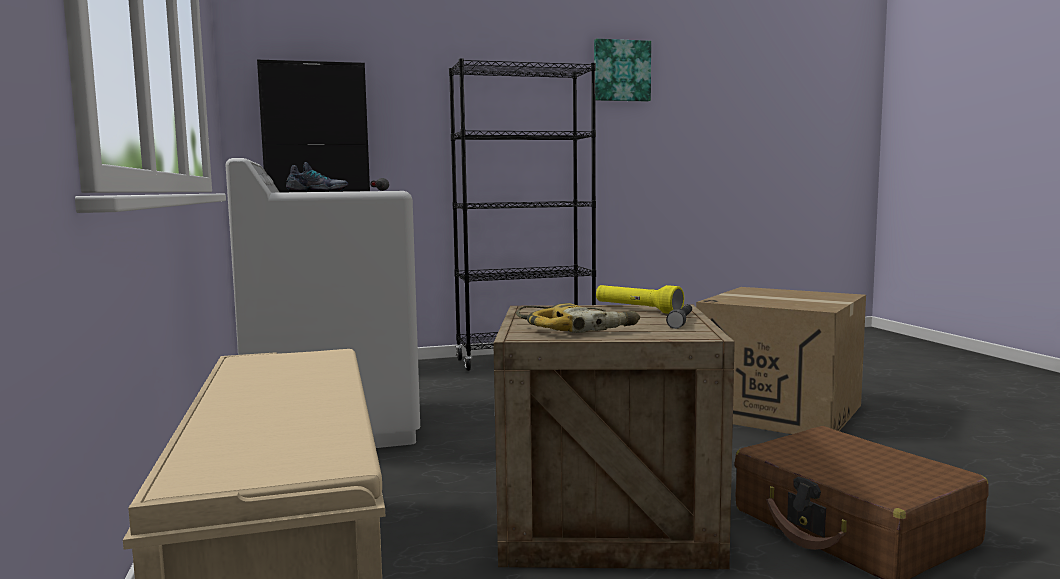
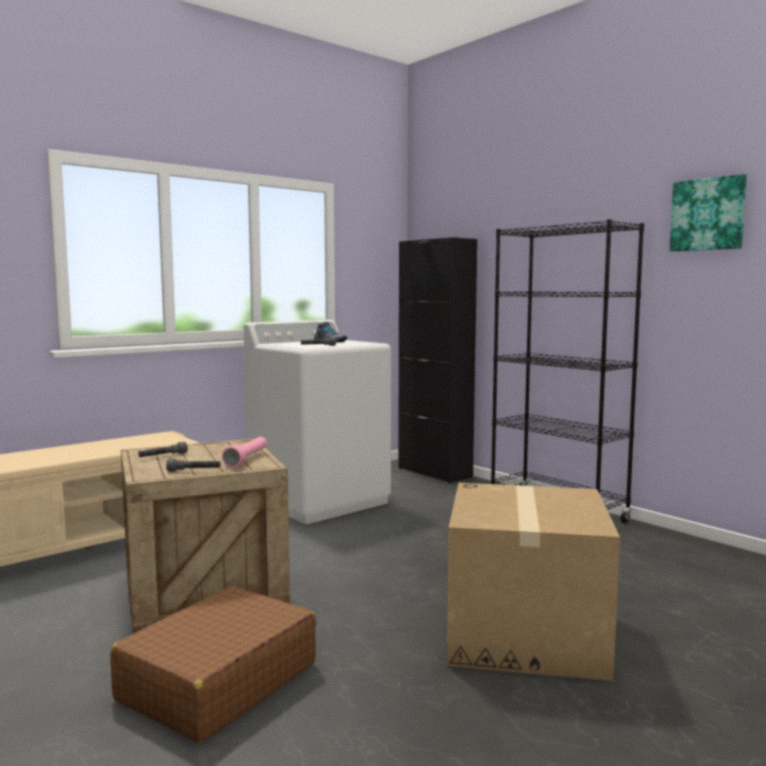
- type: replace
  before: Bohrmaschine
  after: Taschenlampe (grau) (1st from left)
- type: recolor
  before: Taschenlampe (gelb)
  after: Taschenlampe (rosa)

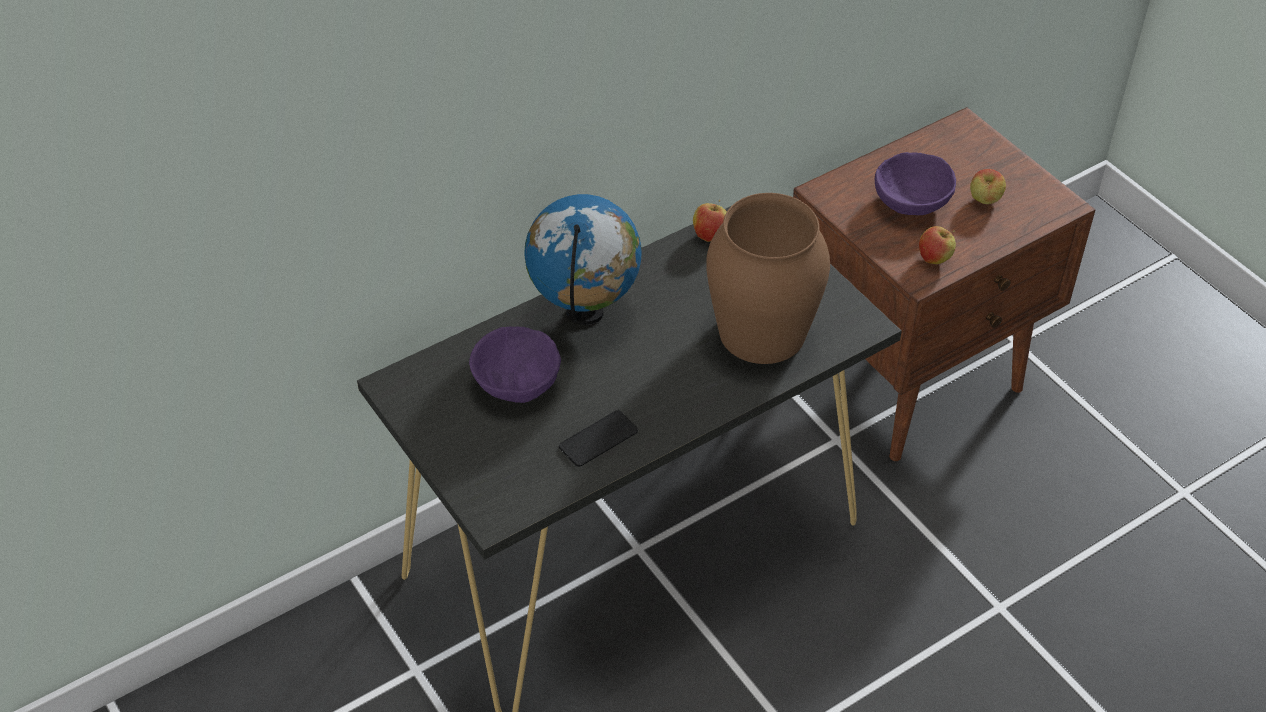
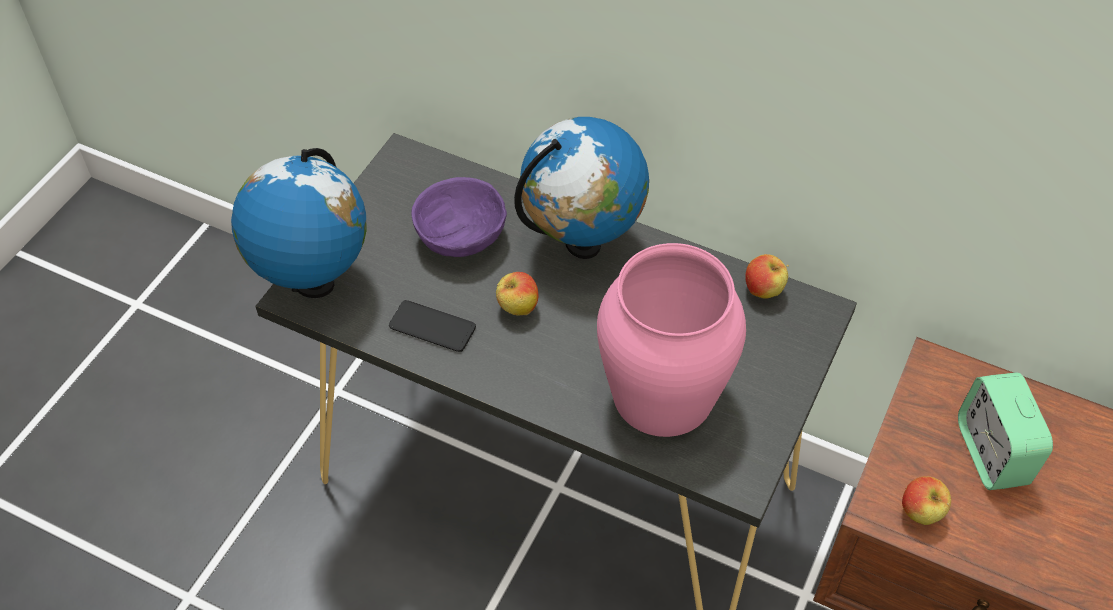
- type: recolor
  before: Vase (braun)
  after: Vase (rosa)
- type: replace
  before: Schüssel (lila) (2nd from left)
  after: Wecker
- type: move
  before: Apfel (3rd from left in the first image)
  after: Apfel (1st from left)
- type: insert
  after: Globus (1st from left)

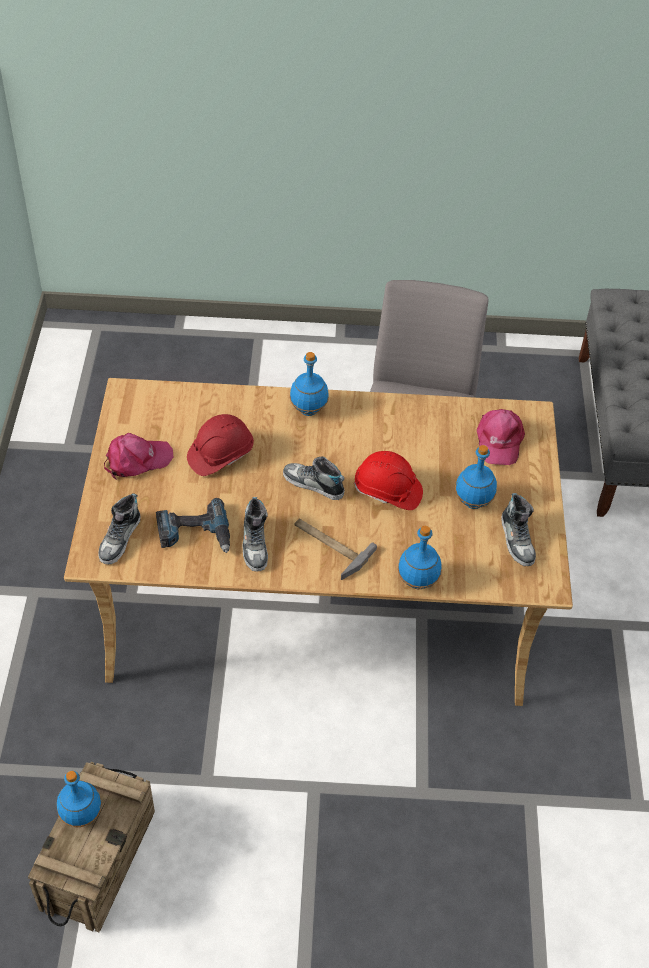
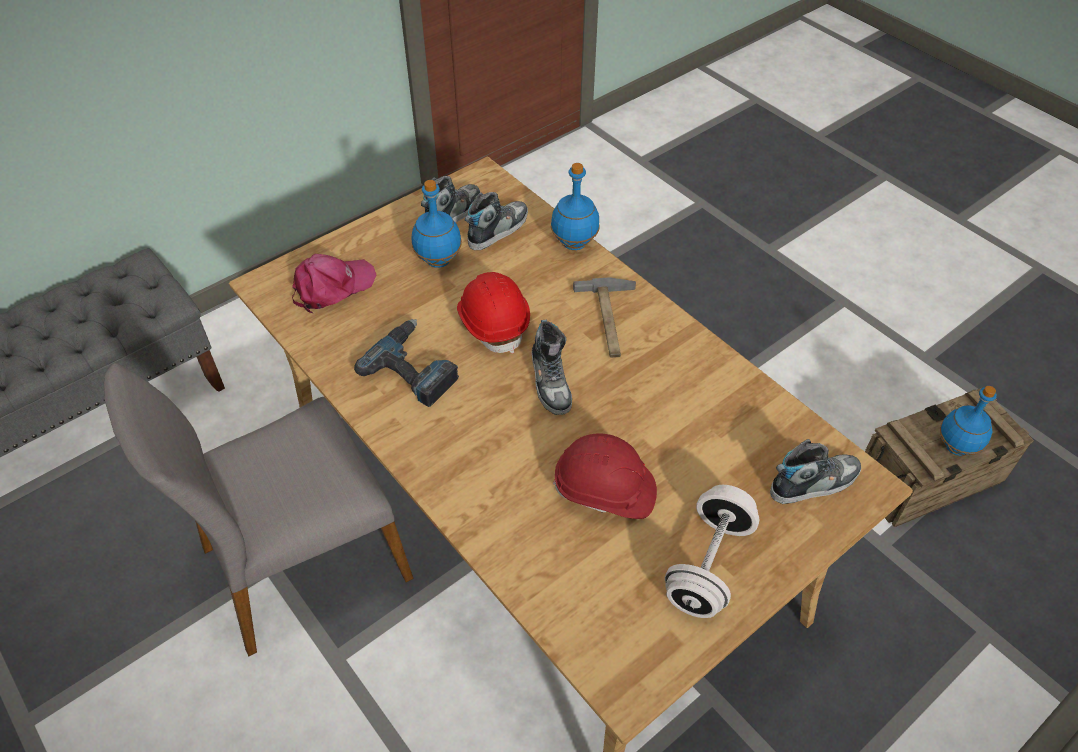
- type: replace
  before: Kappe (rosa) (1st from left)
  after: Hantel (weiß)
- type: move
  before: Bohrmaschine
- type: move
  before: Schuh (2nd from left)
- type: delete
  before: Flasche (blau) (2nd from left)

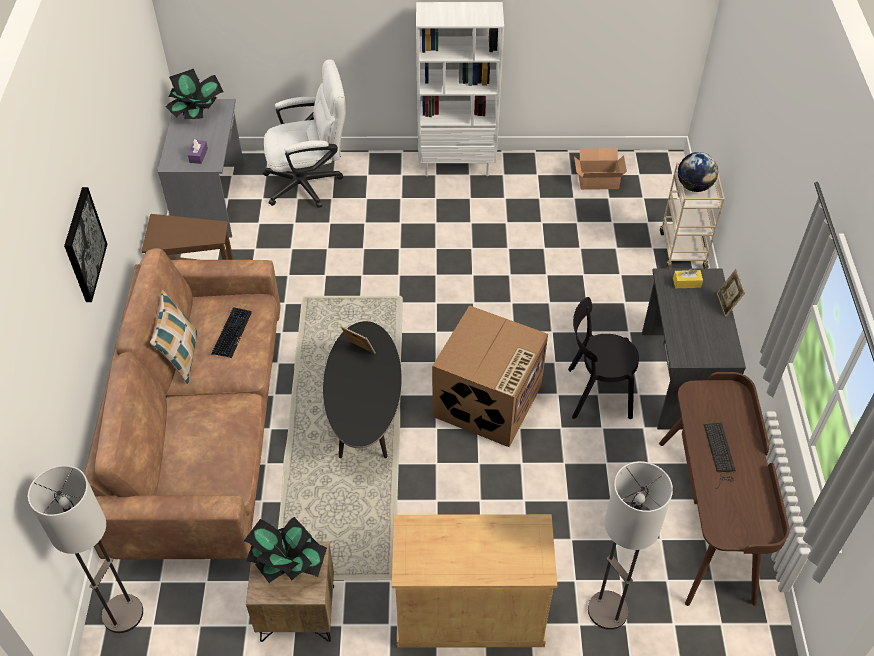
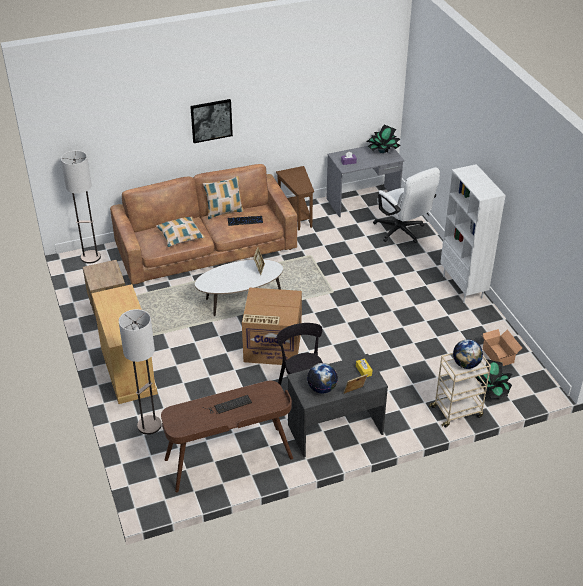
- type: move
  before: Topfpflanze (2nd from left)
- type: recolor
  before: Couchtisch (schwarz)
  after: Couchtisch (weiß)
- type: insert
  after: Kissen (1st from left)
- type: insert
  after: Globus (1st from left)

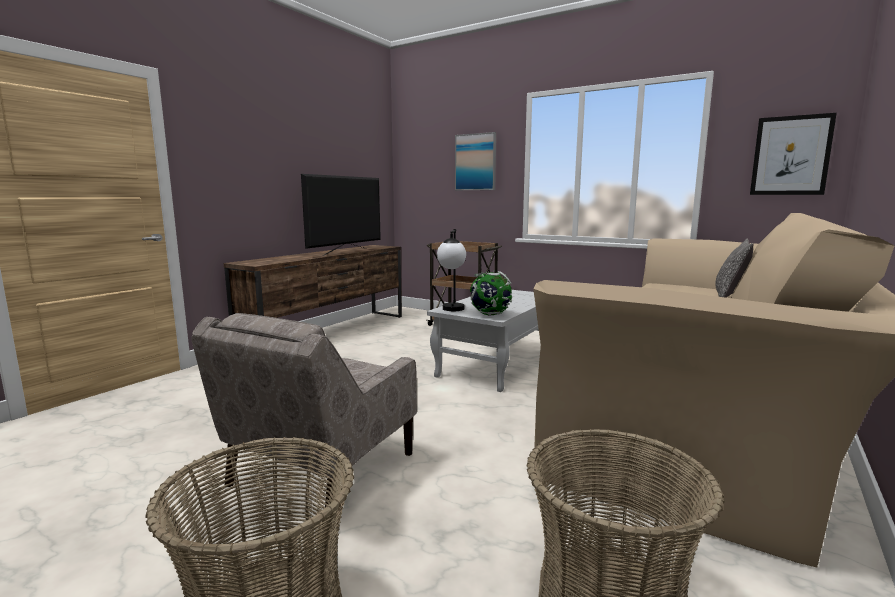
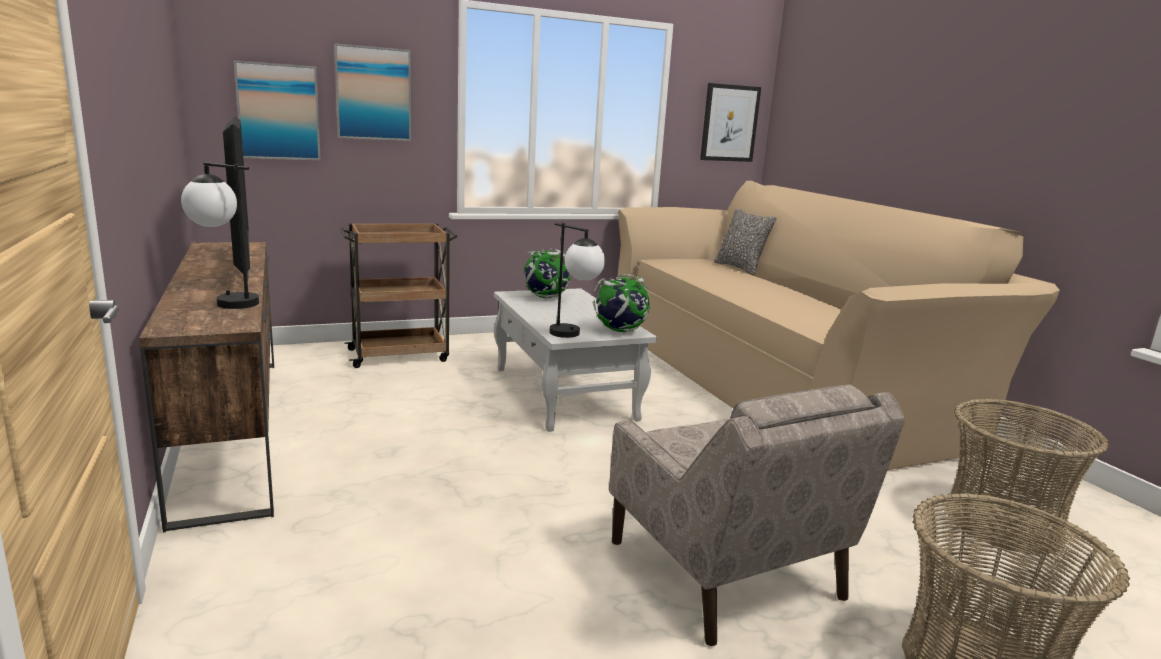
- type: insert
  after: Tischlampe (1st from left)
- type: insert
  after: Bild (1st from left)
- type: insert
  after: Globus (1st from left)

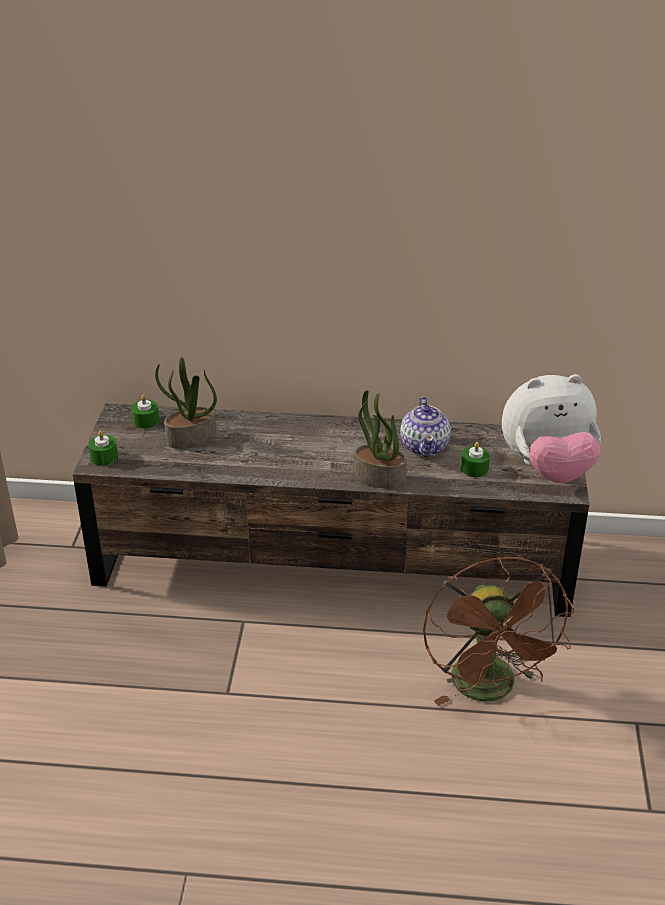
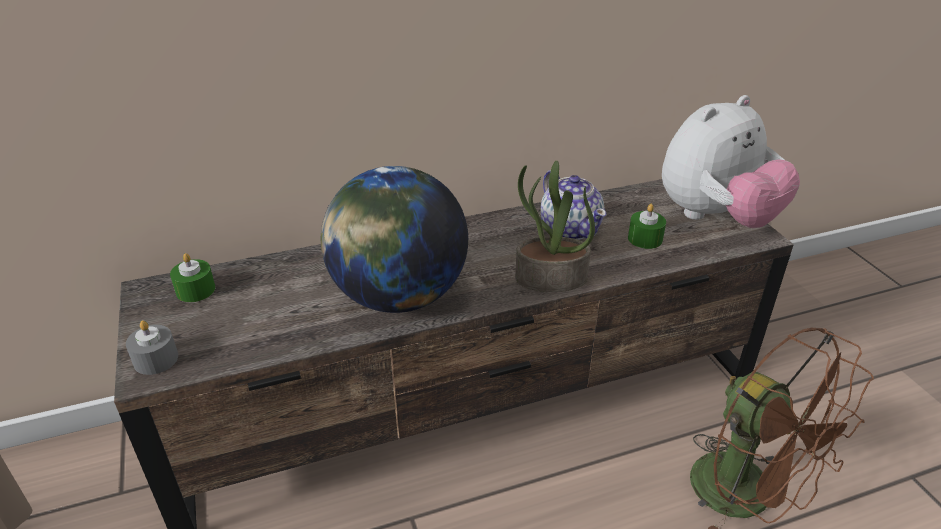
- type: recolor
  before: Kerze (grün) (1st from left)
  after: Kerze (grau)
- type: delete
  before: Topfpflanze (1st from left)
- type: insert
  after: Globus

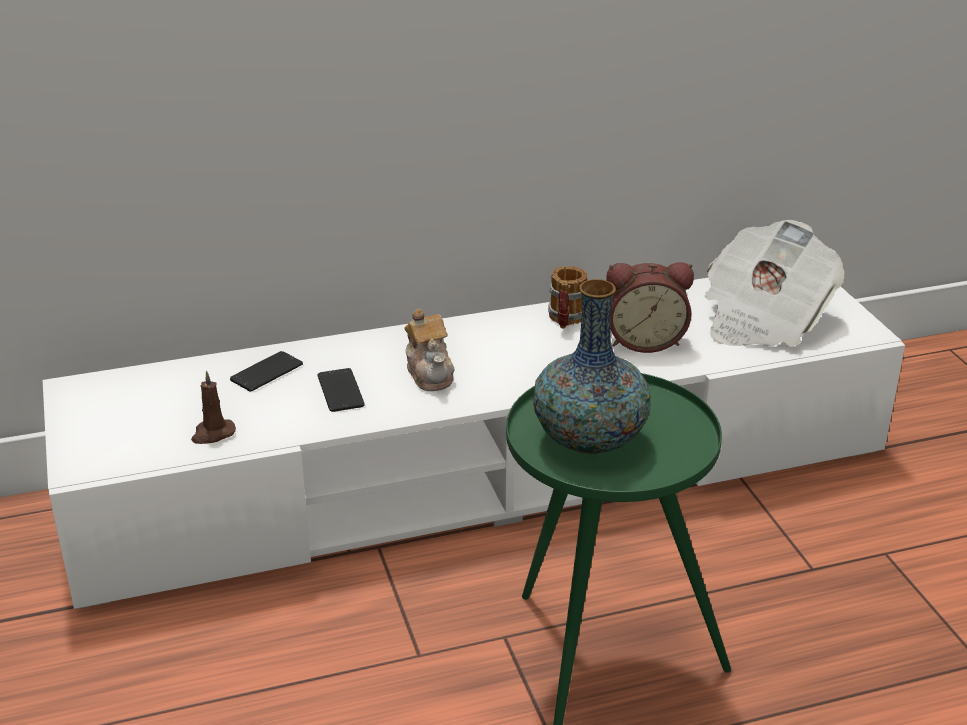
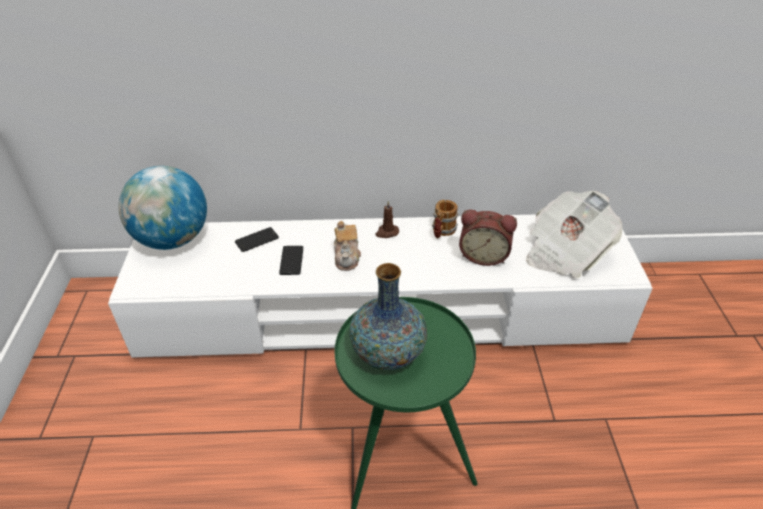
- type: move
  before: Kerze (braun)
- type: insert
  after: Globus

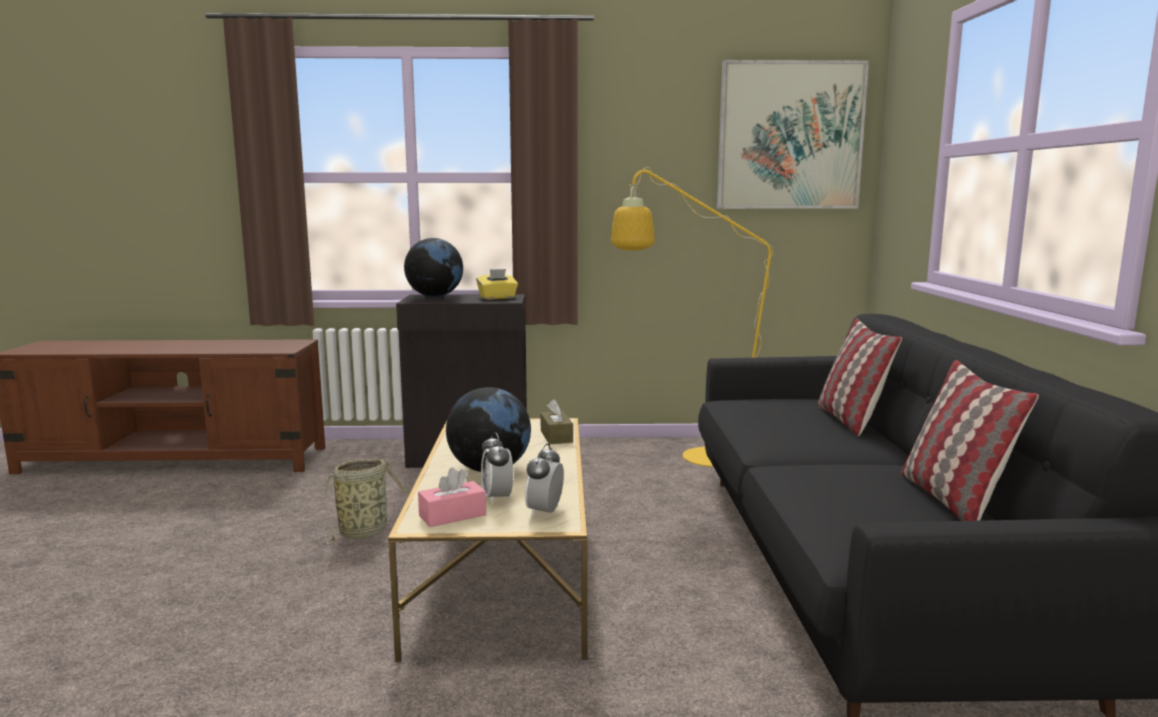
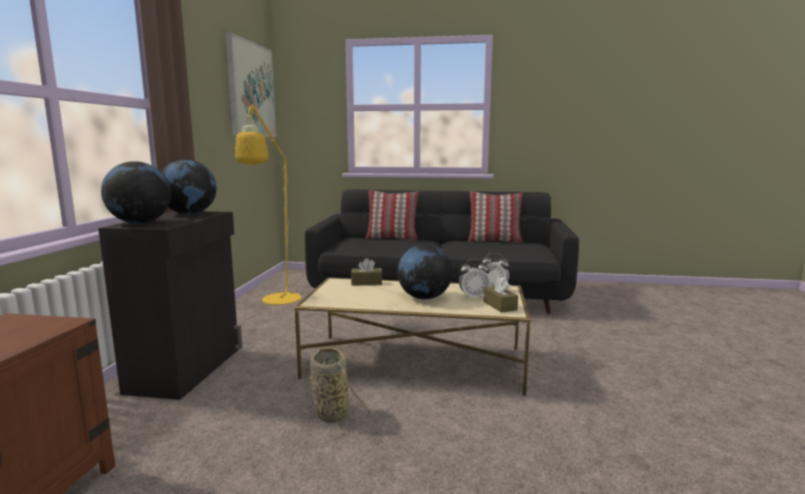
- type: recolor
  before: Taschentuchbox (rosa)
  after: Taschentuchbox (braun) (2nd from left)
- type: replace
  before: Taschentuchbox (gelb)
  after: Globus (2nd from left)

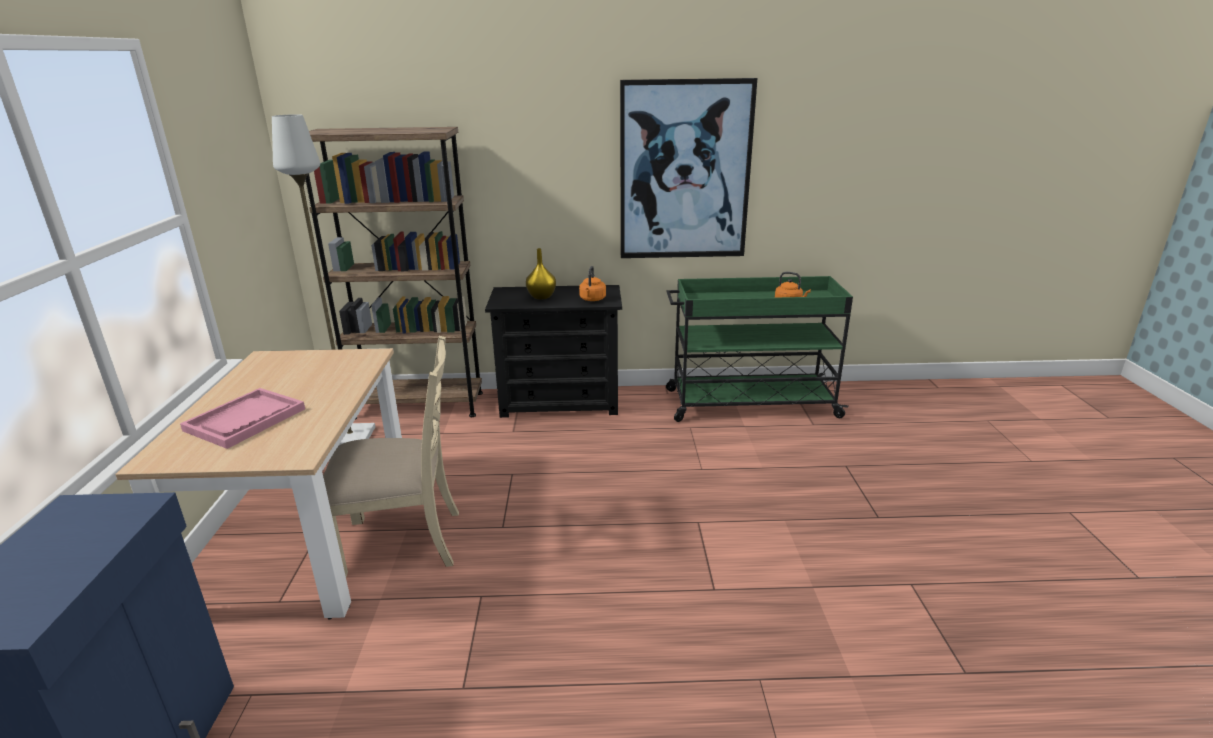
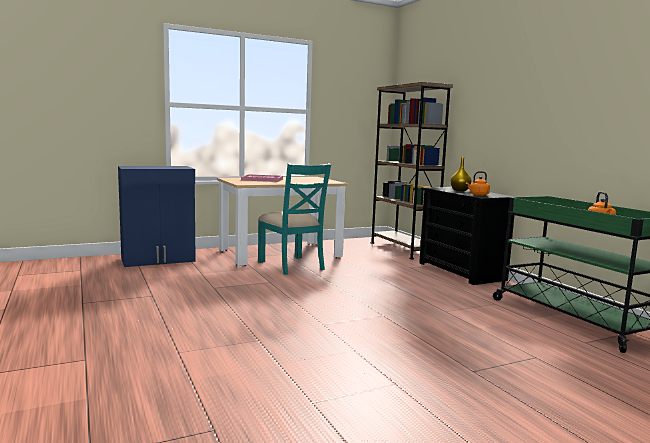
- type: delete
  before: Stehlampe (grau)
- type: recolor
  before: Stuhl (beige)
  after: Stuhl (türkis)
- type: delete
  before: Bild

